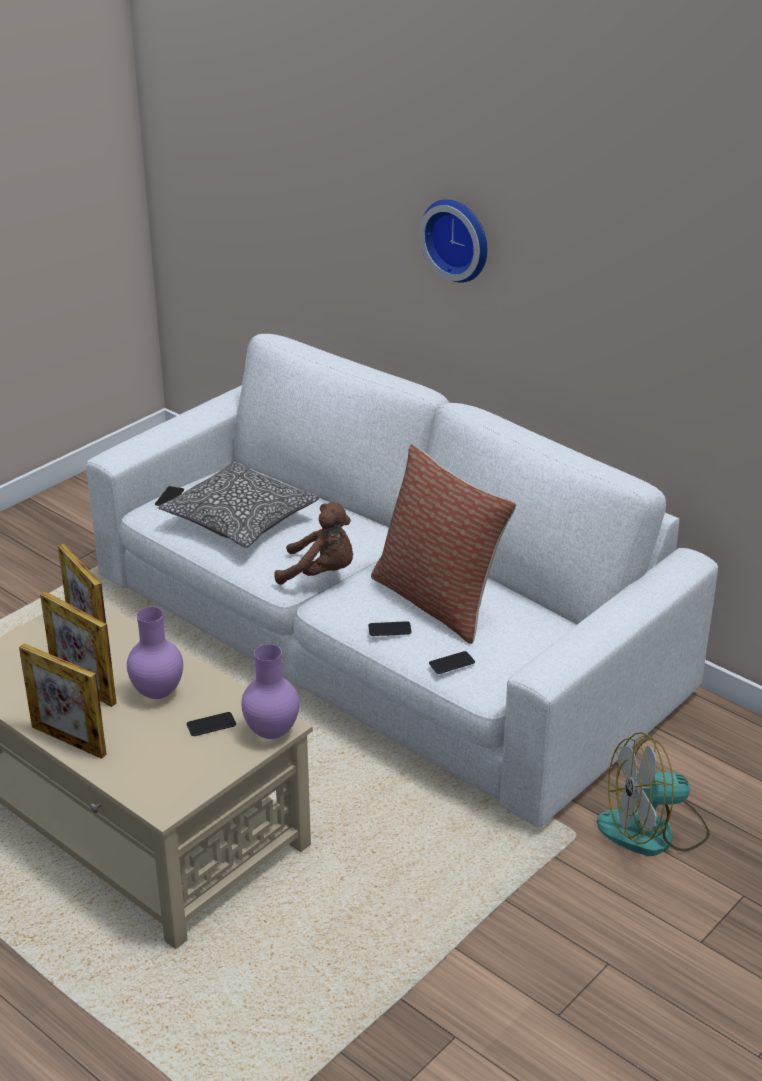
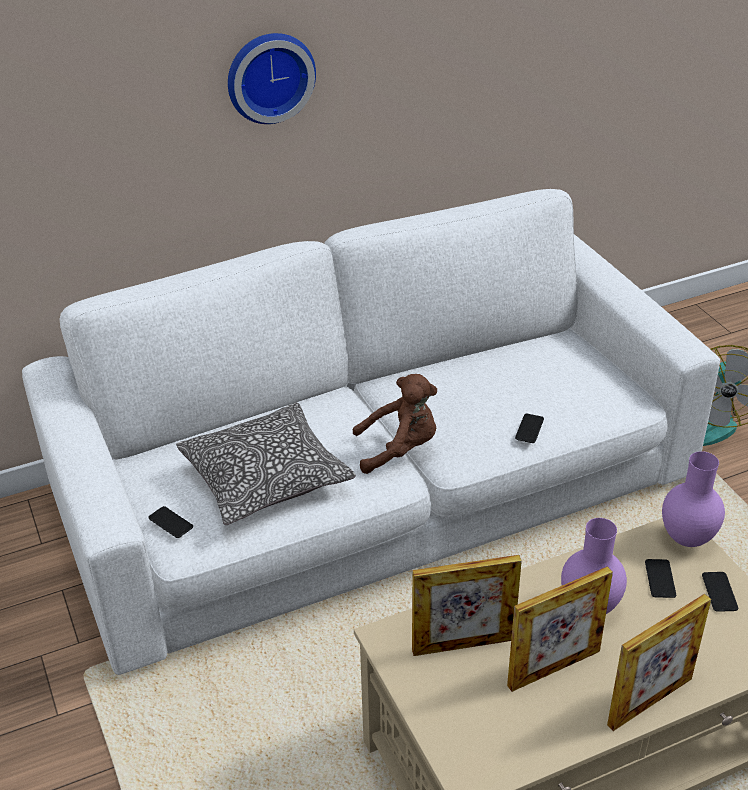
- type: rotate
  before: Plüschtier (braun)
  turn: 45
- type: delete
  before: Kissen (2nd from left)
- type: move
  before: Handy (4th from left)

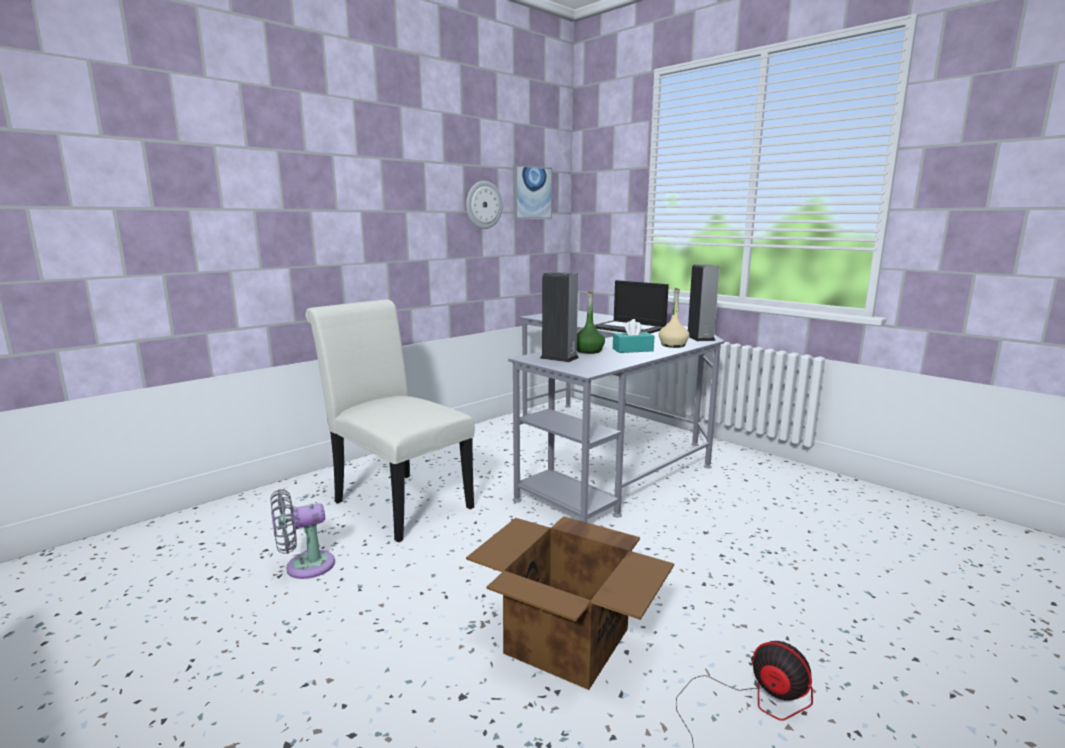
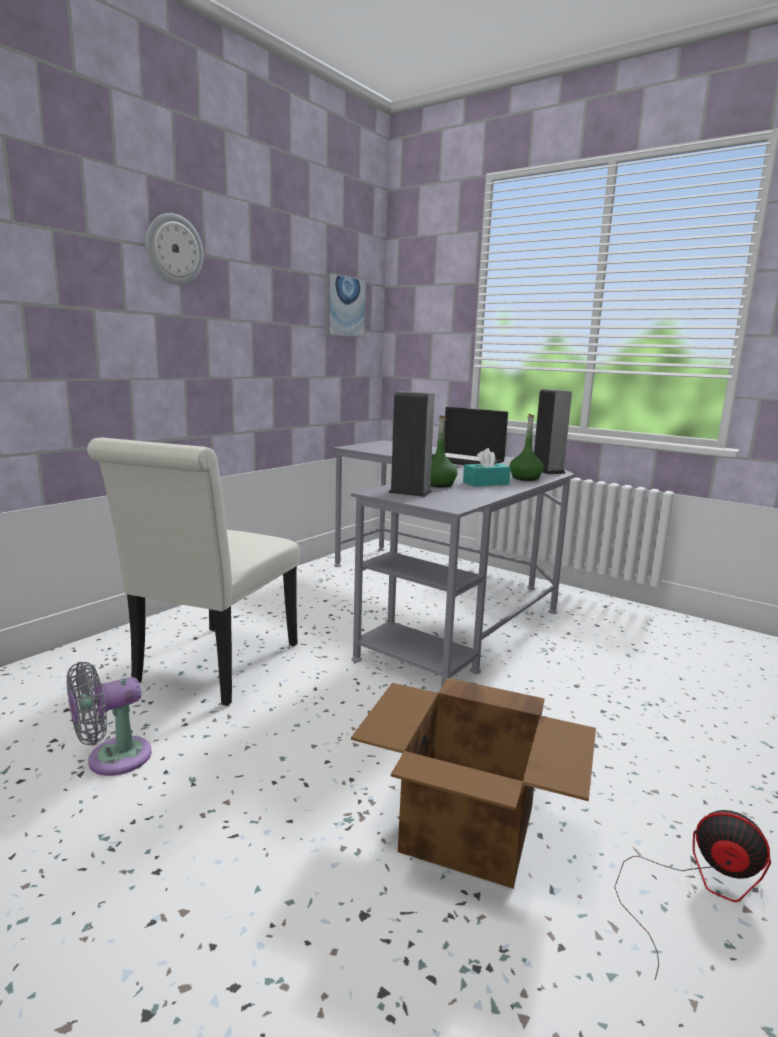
- type: rotate
  before: Stuhl (weiß)
  turn: -105
- type: move
  before: Wanduhr
- type: recolor
  before: Flasche (beige)
  after: Flasche (grün) (2nd from left)

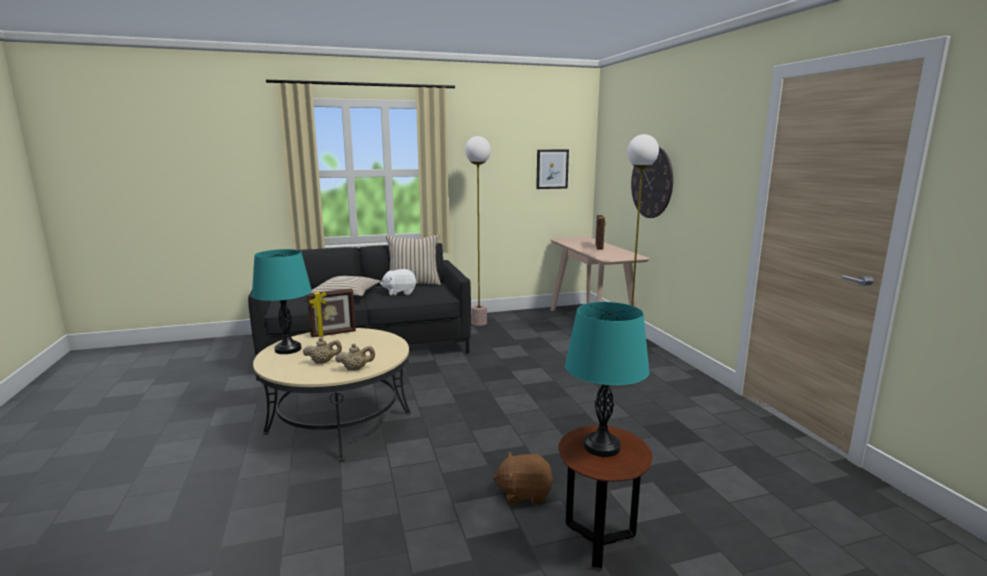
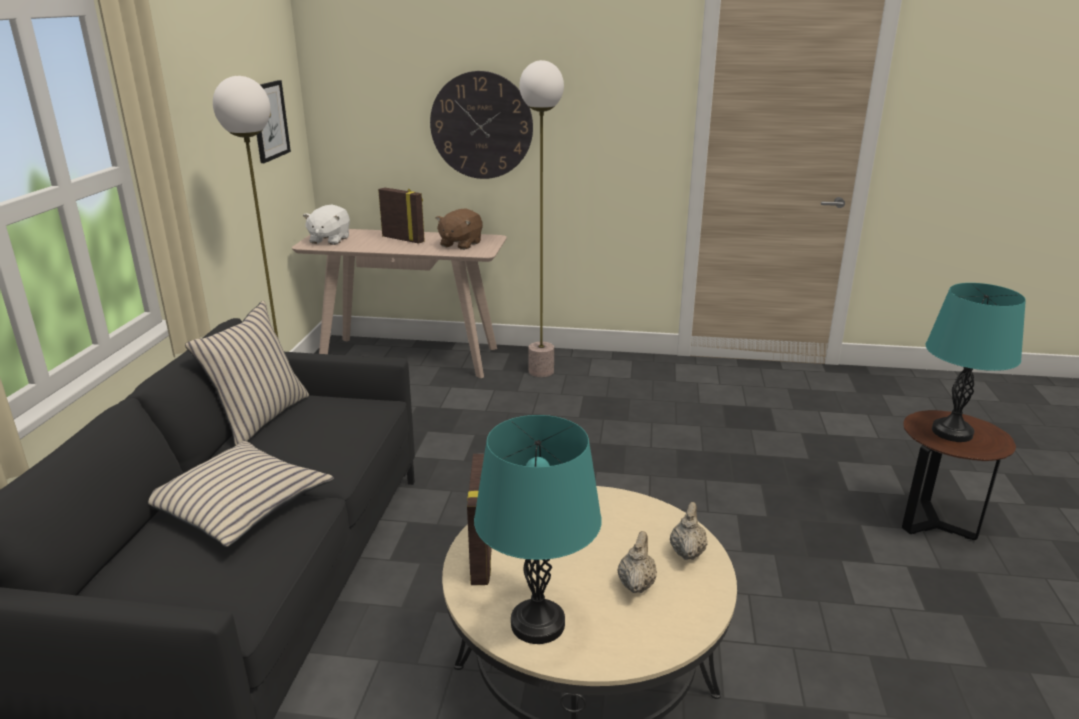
- type: move
  before: Plüschtier (weiß)
- type: move
  before: Plüschtier (braun)

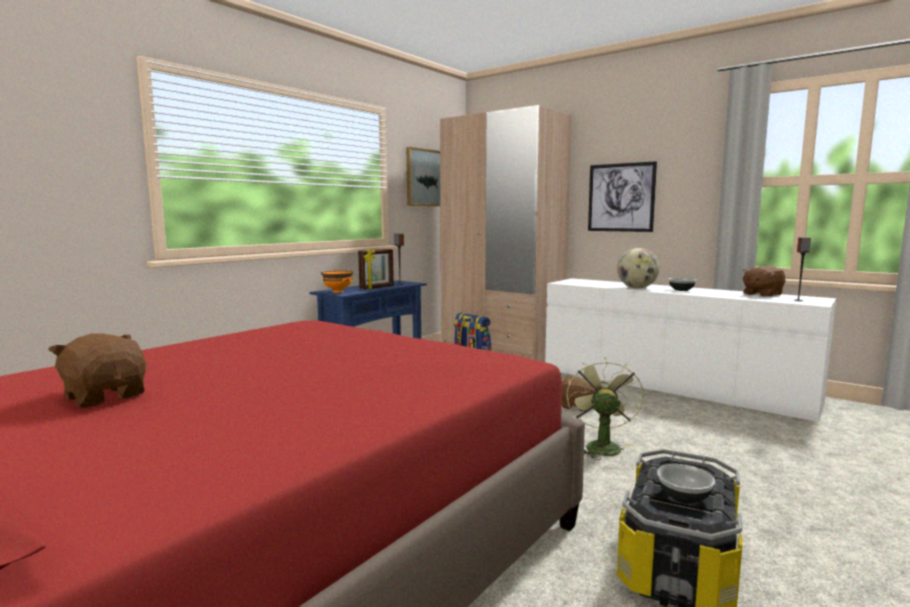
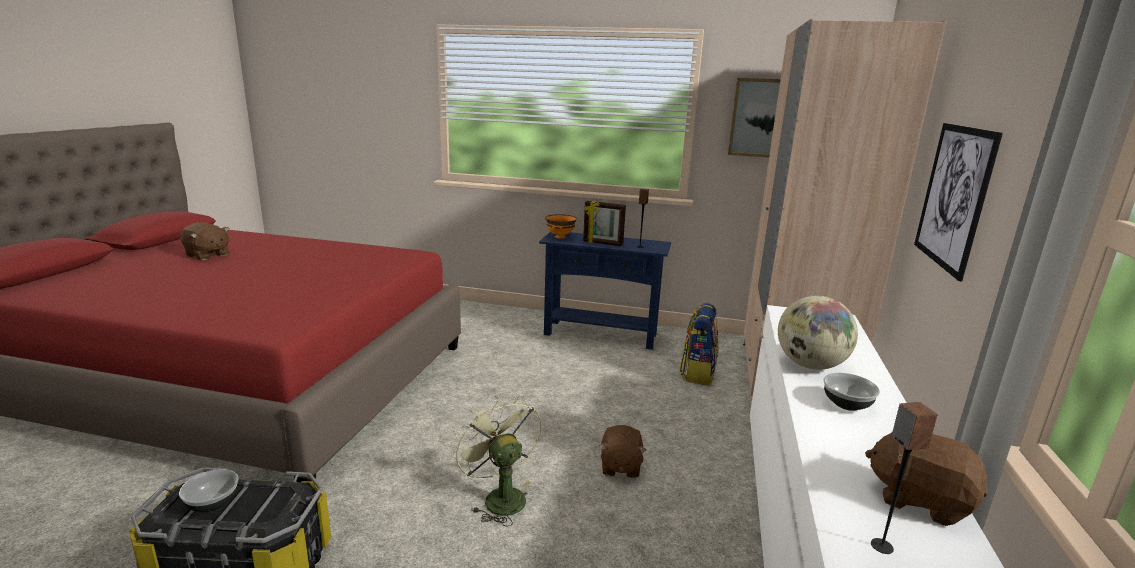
- type: rotate
  before: Plüschtier (braun) (1st from left)
  turn: 105
- type: rotate
  before: Ventilator (grün)
  turn: -105

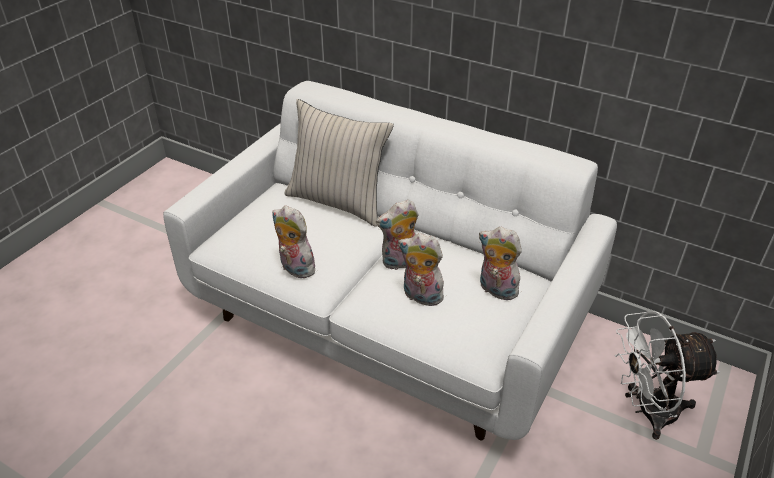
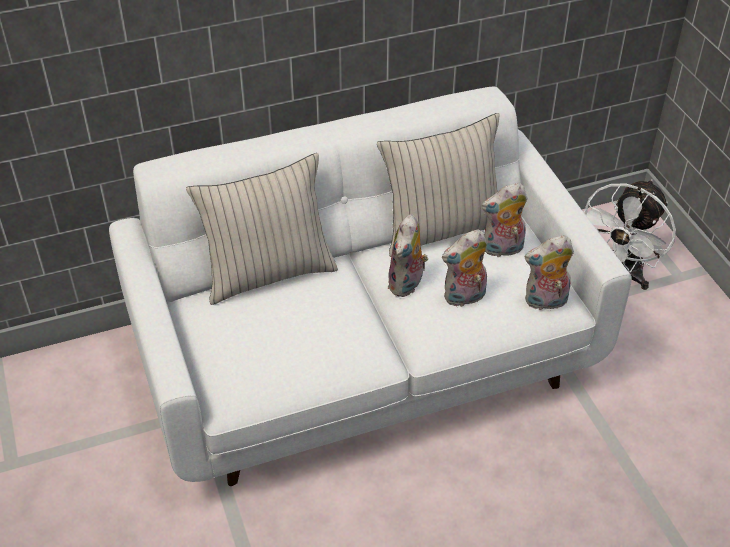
- type: move
  before: Plüschtier (1st from left in the first image)
  after: Plüschtier (4th from left)
- type: insert
  after: Kissen (beige) (2nd from left)

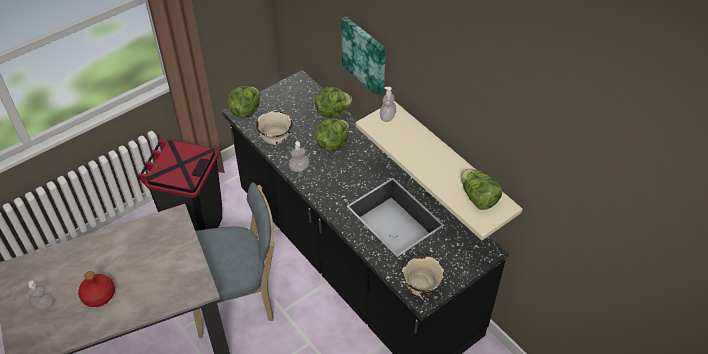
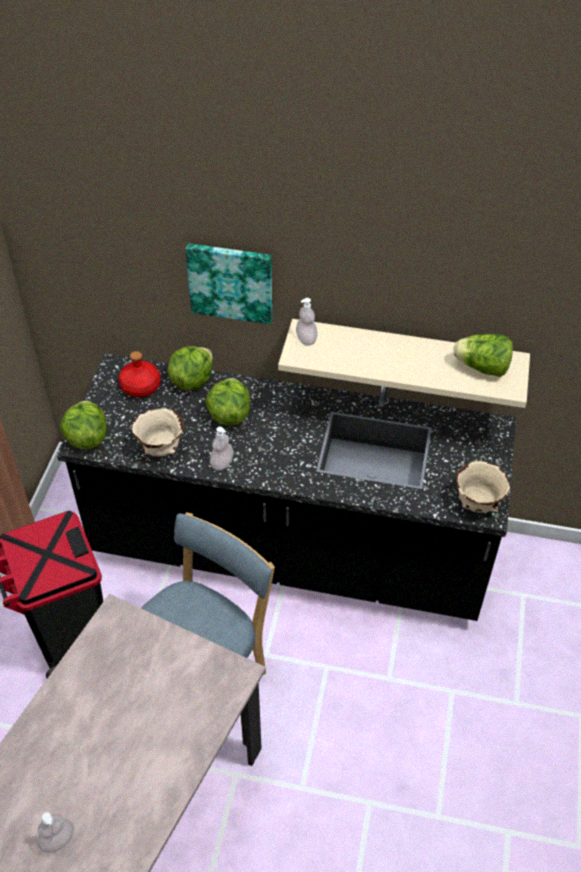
- type: move
  before: Flasche (rot)

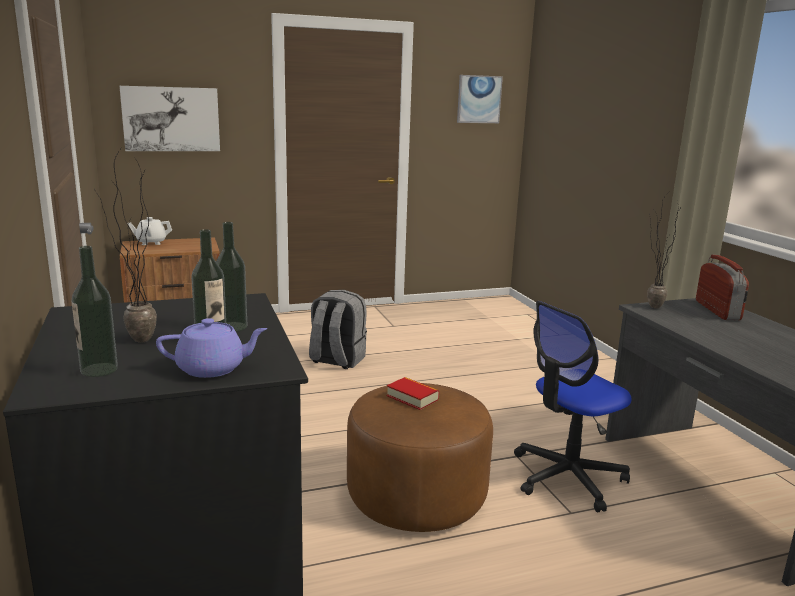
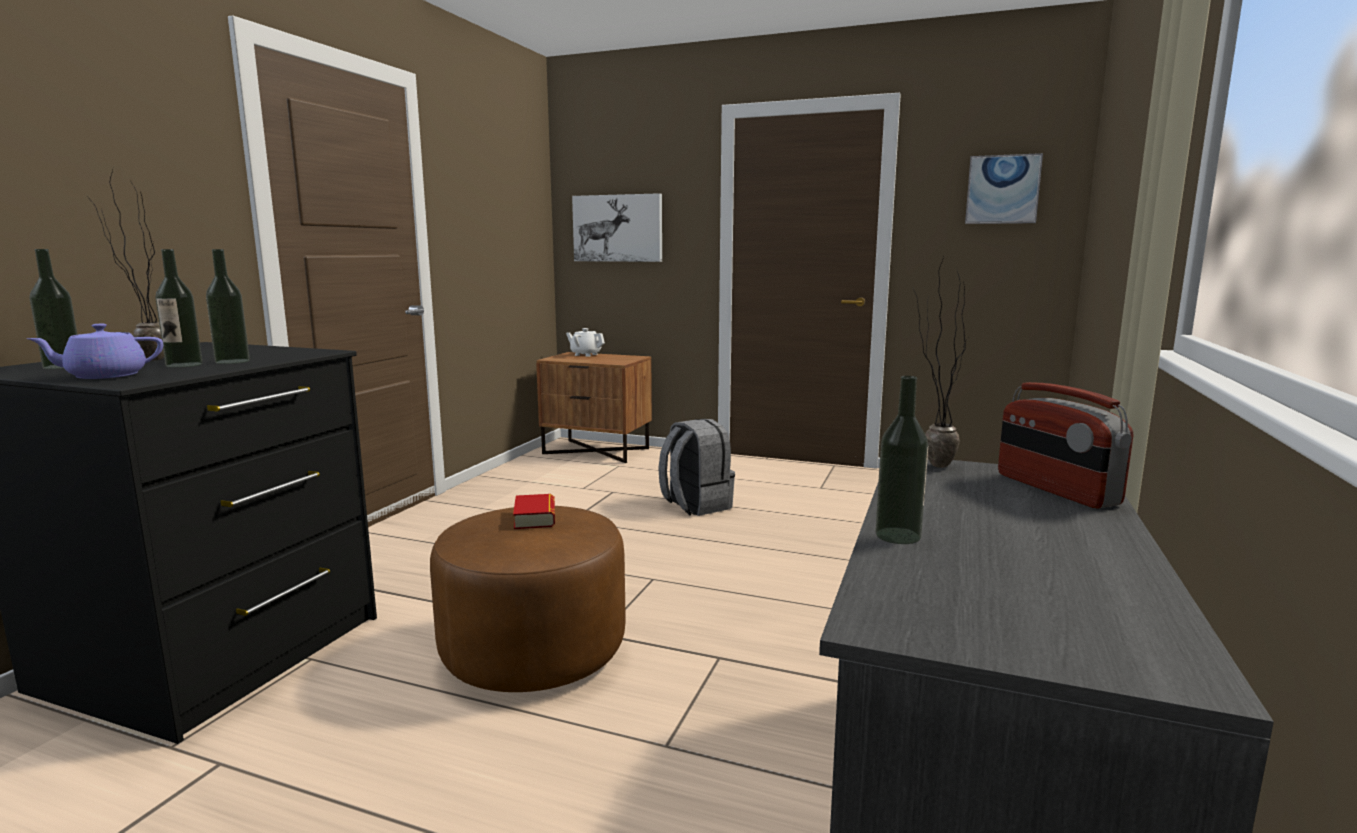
- type: rotate
  before: Teekanne (lila)
  turn: 120
- type: delete
  before: Bürostuhl
- type: rotate
  before: Radio
  turn: 120
- type: insert
  after: Flasche (4th from left)

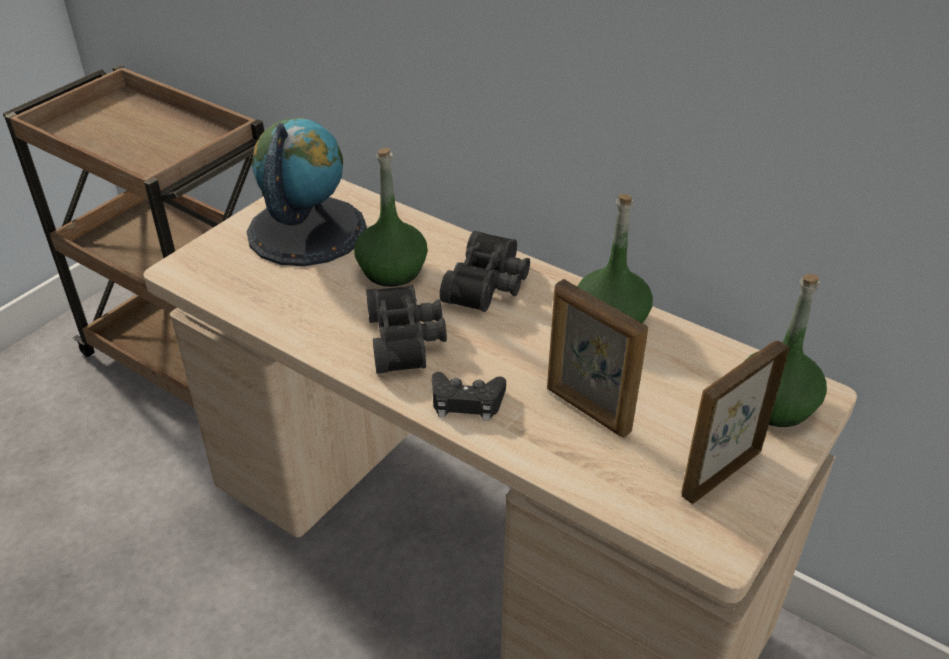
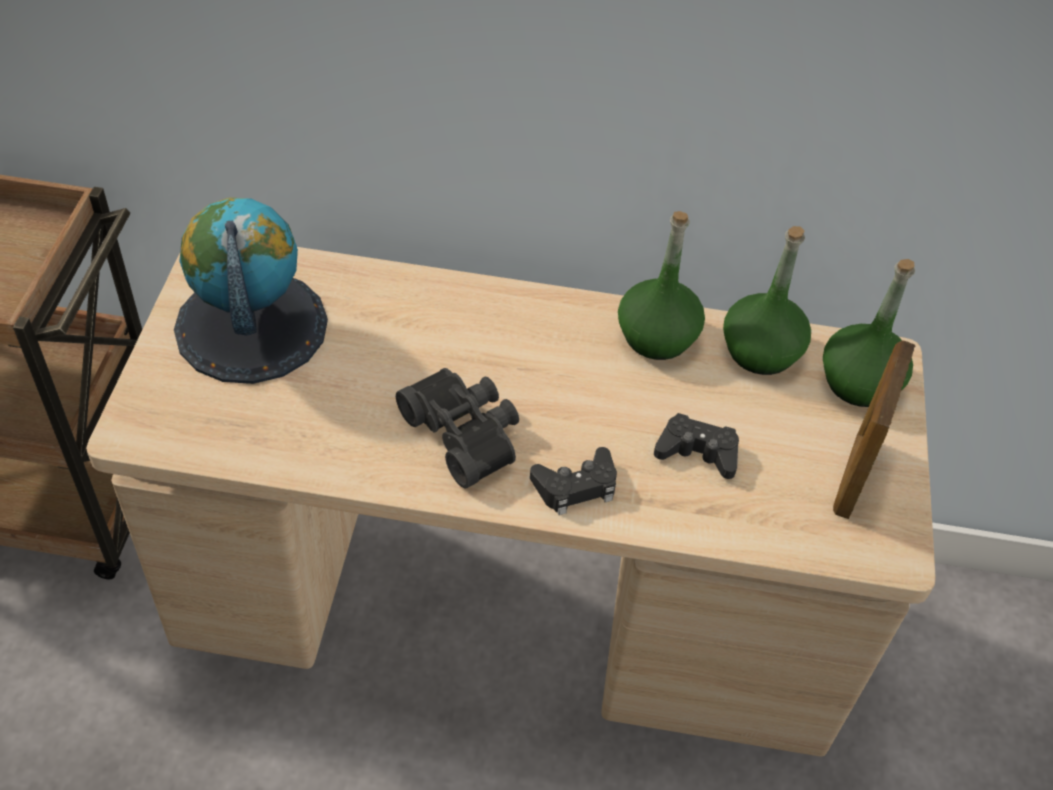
- type: move
  before: Flasche (grün) (1st from left in the first image)
  after: Flasche (grün) (2nd from left)
- type: delete
  before: Fernglas (schwarz) (2nd from left)
- type: replace
  before: Bilderrahmen (1st from left)
  after: Gamepad (schwarz) (2nd from left)

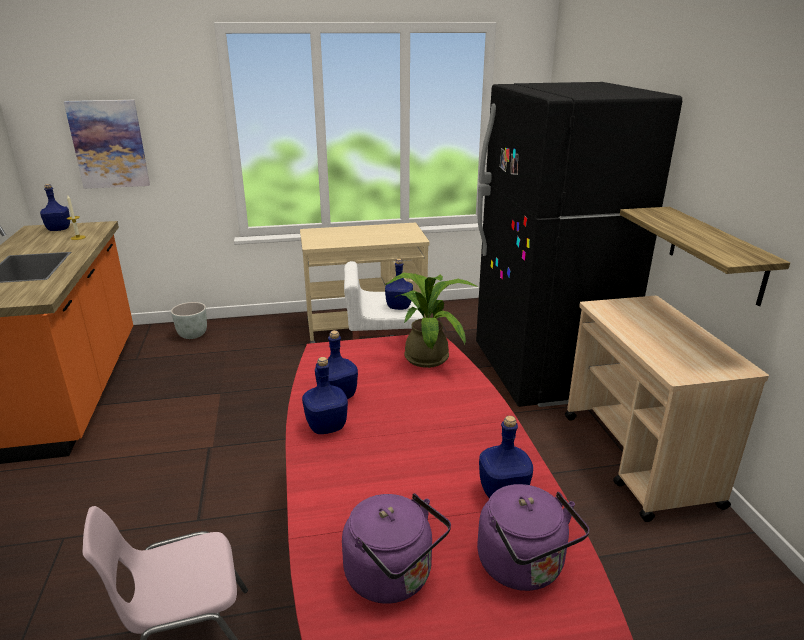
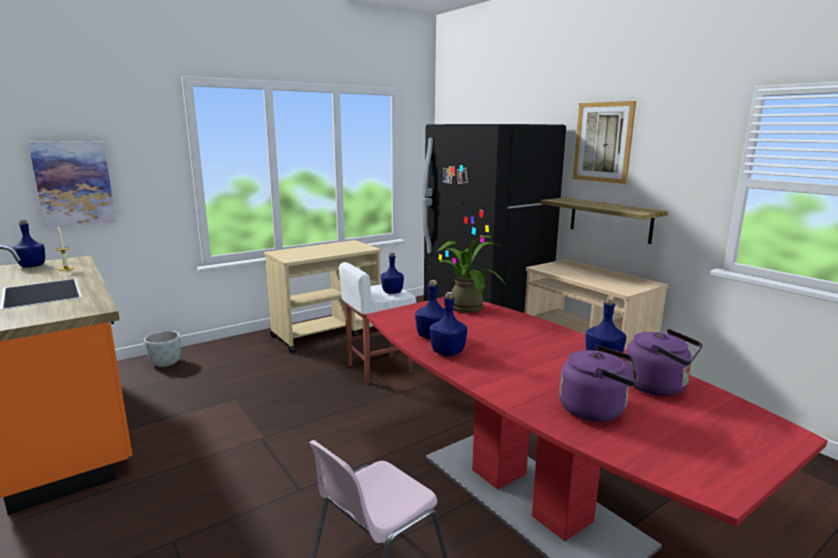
- type: insert
  after: Bild (2nd from left)

